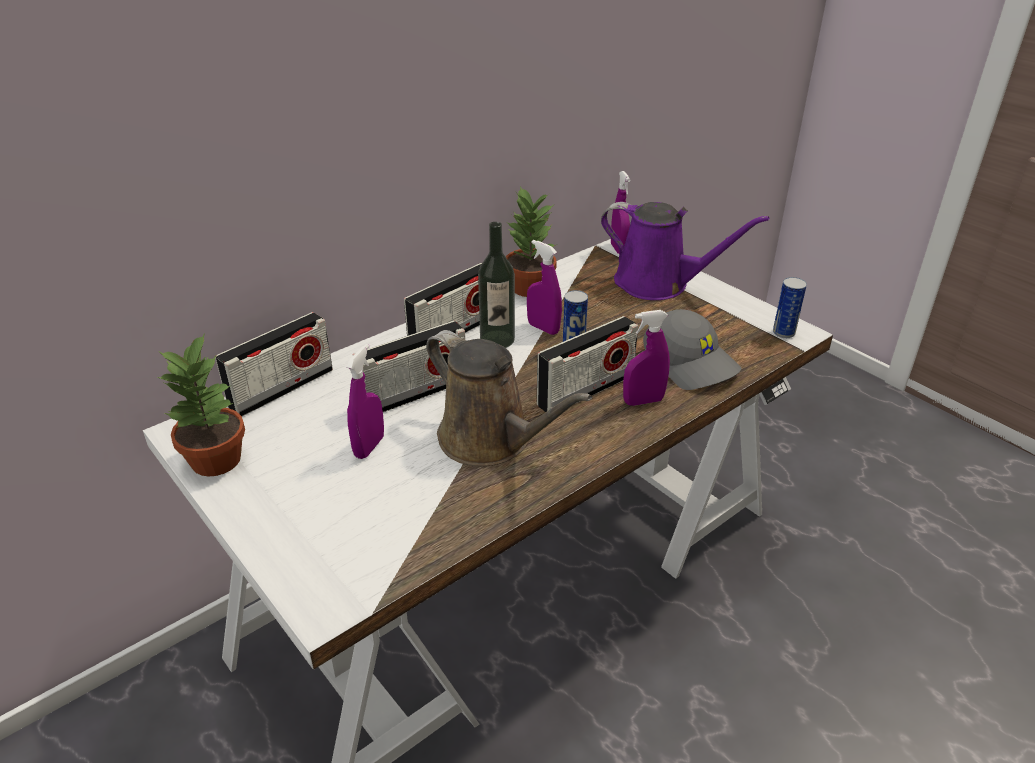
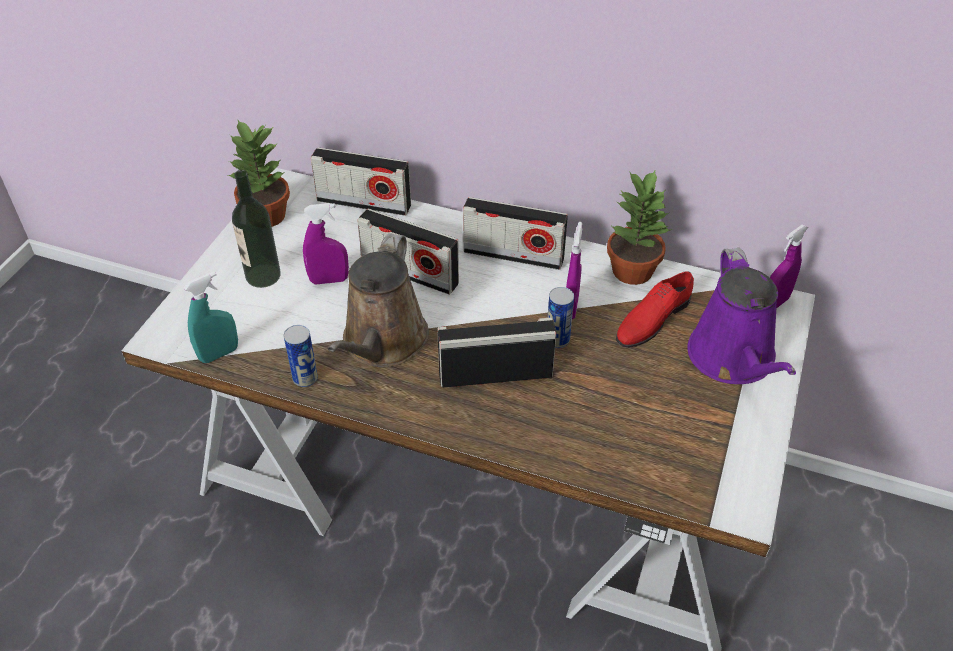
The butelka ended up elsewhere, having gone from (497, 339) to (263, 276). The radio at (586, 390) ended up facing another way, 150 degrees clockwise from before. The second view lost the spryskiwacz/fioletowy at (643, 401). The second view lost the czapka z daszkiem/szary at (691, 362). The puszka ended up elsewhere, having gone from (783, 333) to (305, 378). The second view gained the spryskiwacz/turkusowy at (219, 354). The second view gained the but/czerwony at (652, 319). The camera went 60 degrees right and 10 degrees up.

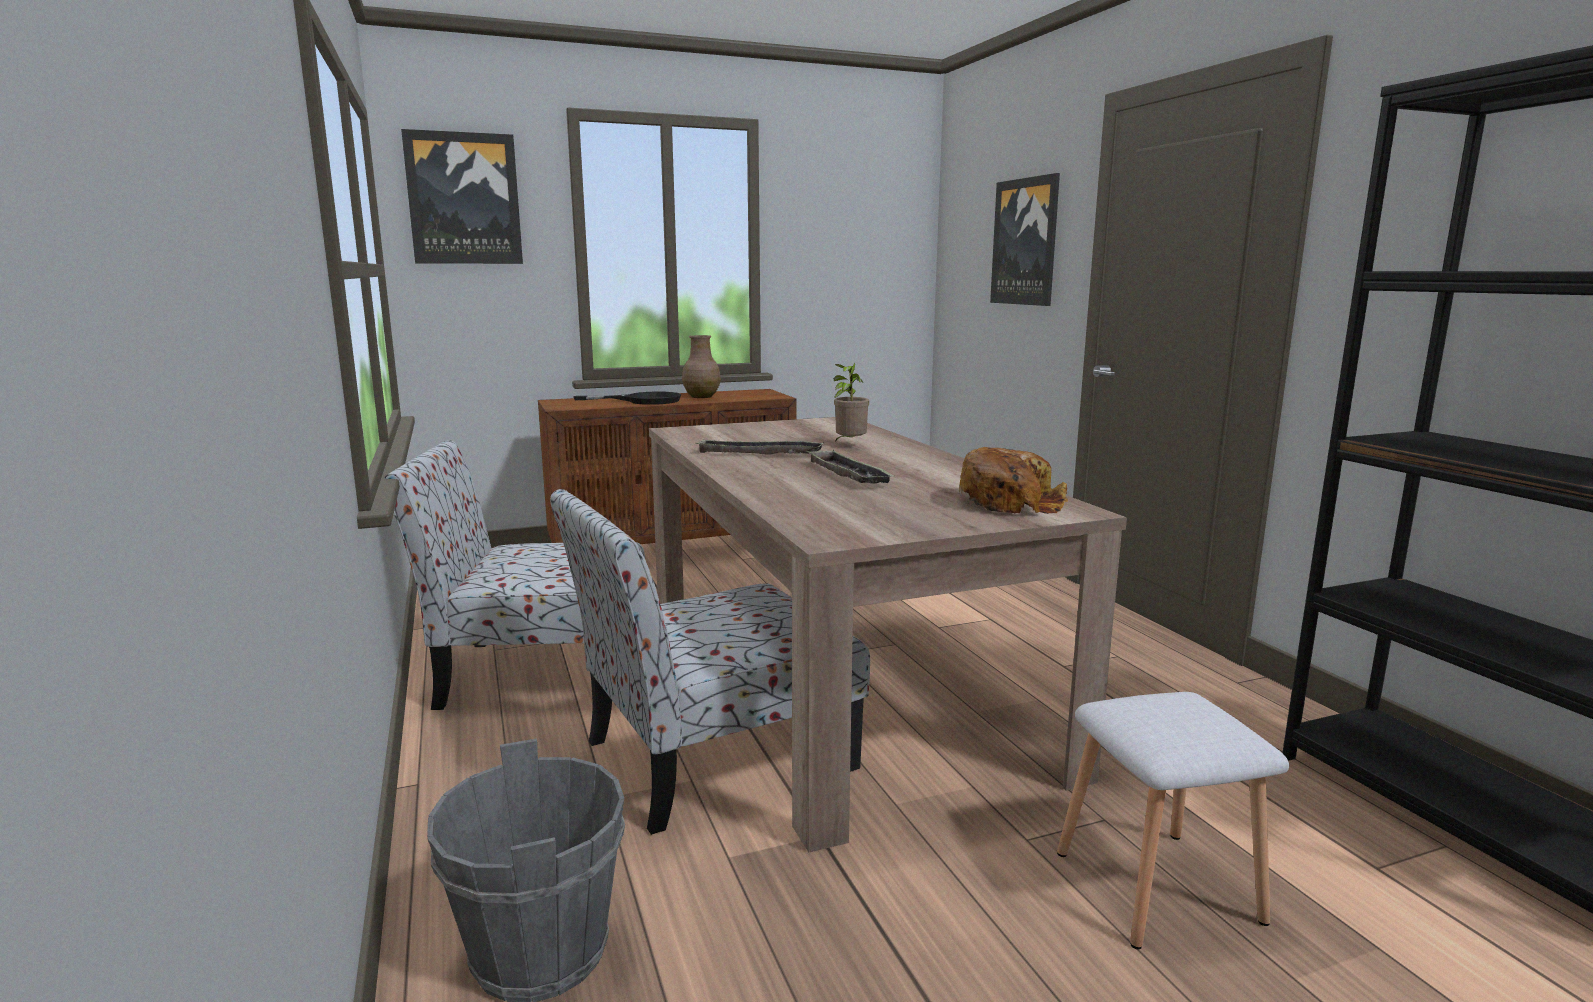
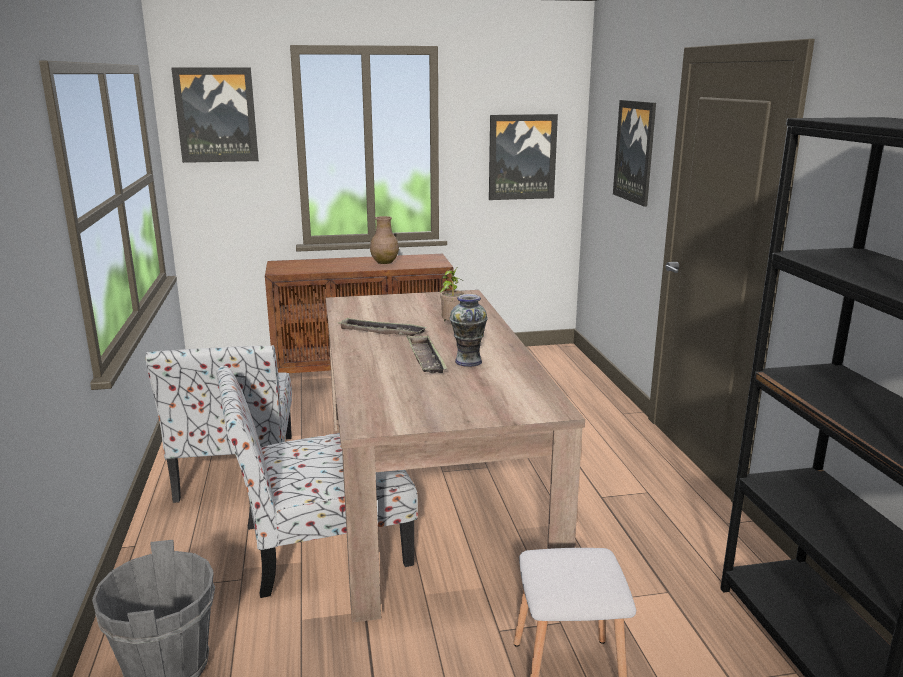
The krzesło at (539, 672) ended up facing another way, 105 degrees counterclockwise from before. The second view lost the patelnia/czarny at (643, 401). The second view lost the chleb at (1010, 502). The second view gained the wazon at (469, 361). The second view gained the obraz at (522, 157). The camera went 10 degrees right and 5 degrees up.

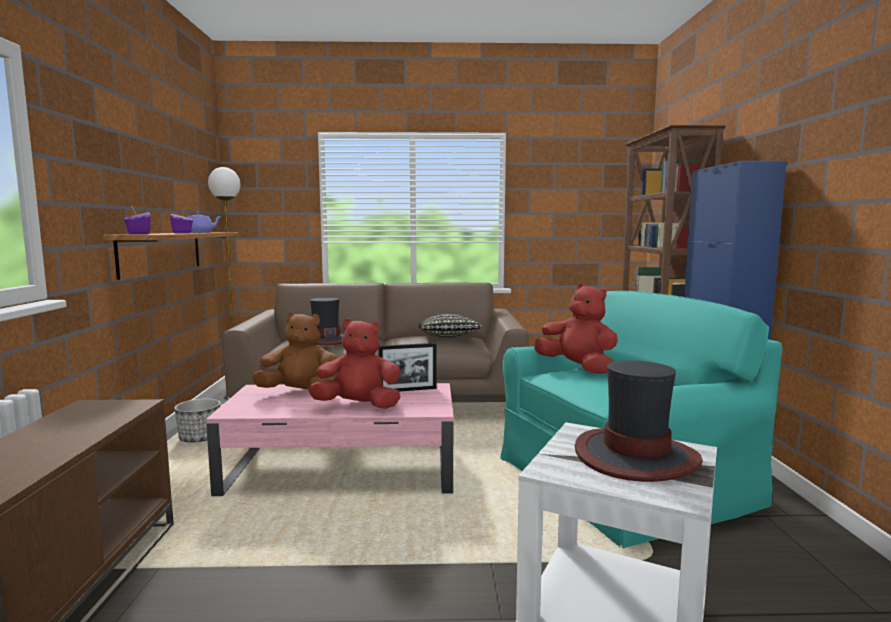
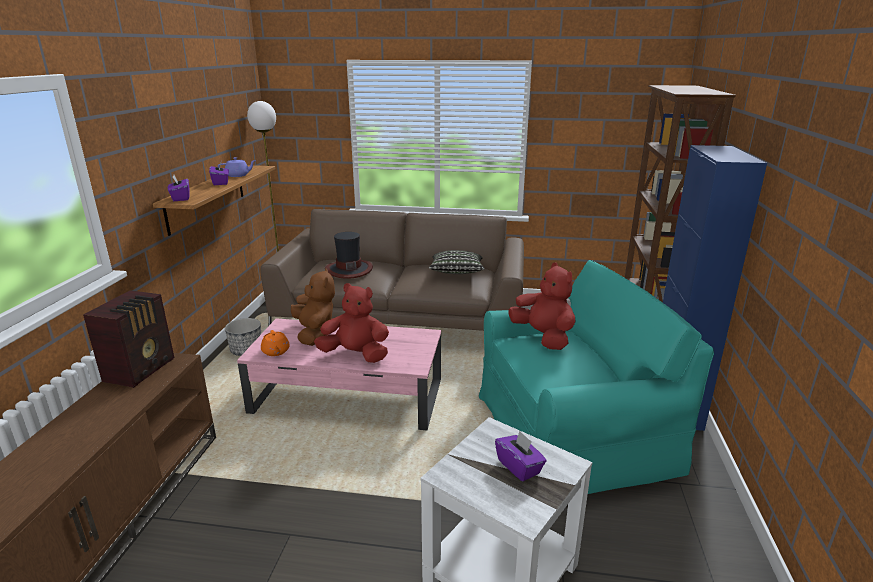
The pluszak/brązowy at (300, 393) ended up facing another way, 60 degrees clockwise from before. The second view lost the ramka na zdjęcie at (408, 390). Where the kapelusz stood at (635, 456), the pudełko chusteczek/fioletowy came to stand at (519, 467). The second view gained the radio at (142, 369). The second view gained the imbryk/pomarańczowy at (276, 352). The camera went 10 degrees right and 15 degrees up.

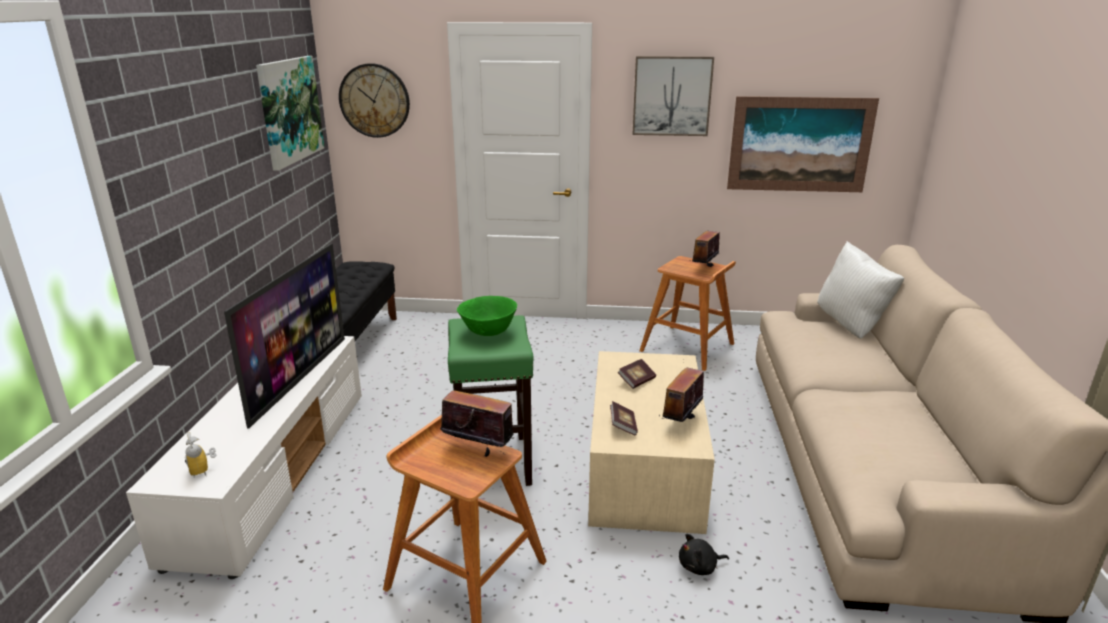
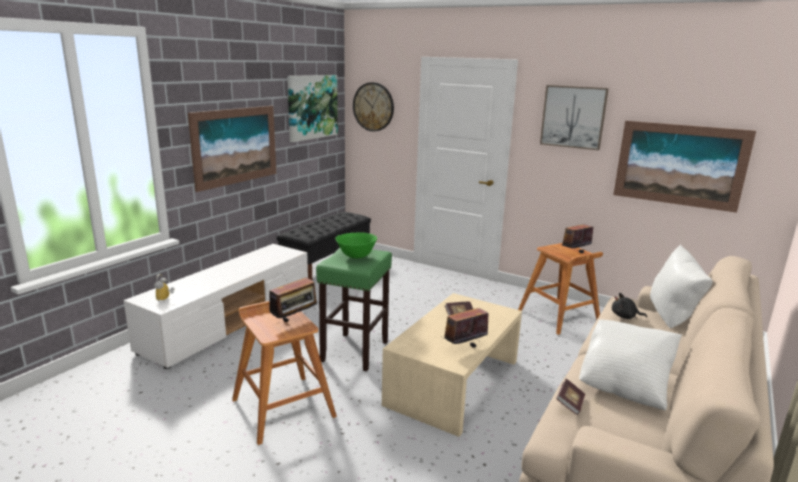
The second view lost the telewizor at (298, 378). The radio at (478, 449) ended up facing another way, 90 degrees clockwise from before. The książka ended up elsewhere, having gone from (623, 426) to (570, 403). The pluszak/czarny ended up elsewhere, having gone from (699, 567) to (625, 316). The second view gained the obraz at (235, 146). The second view gained the poduszka/biały at (624, 385). The camera went 25 degrees right and 5 degrees down.

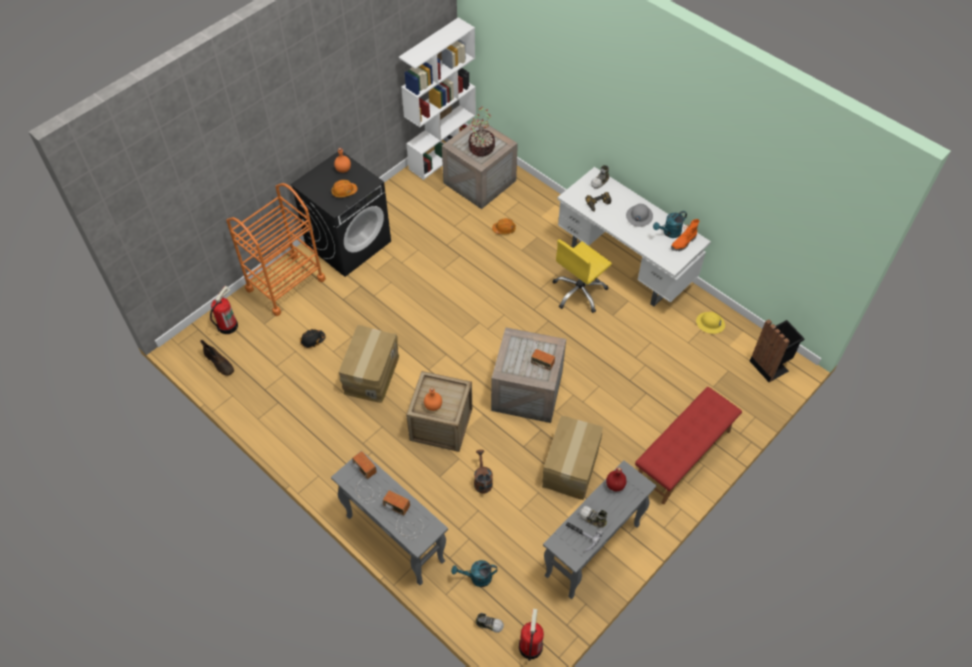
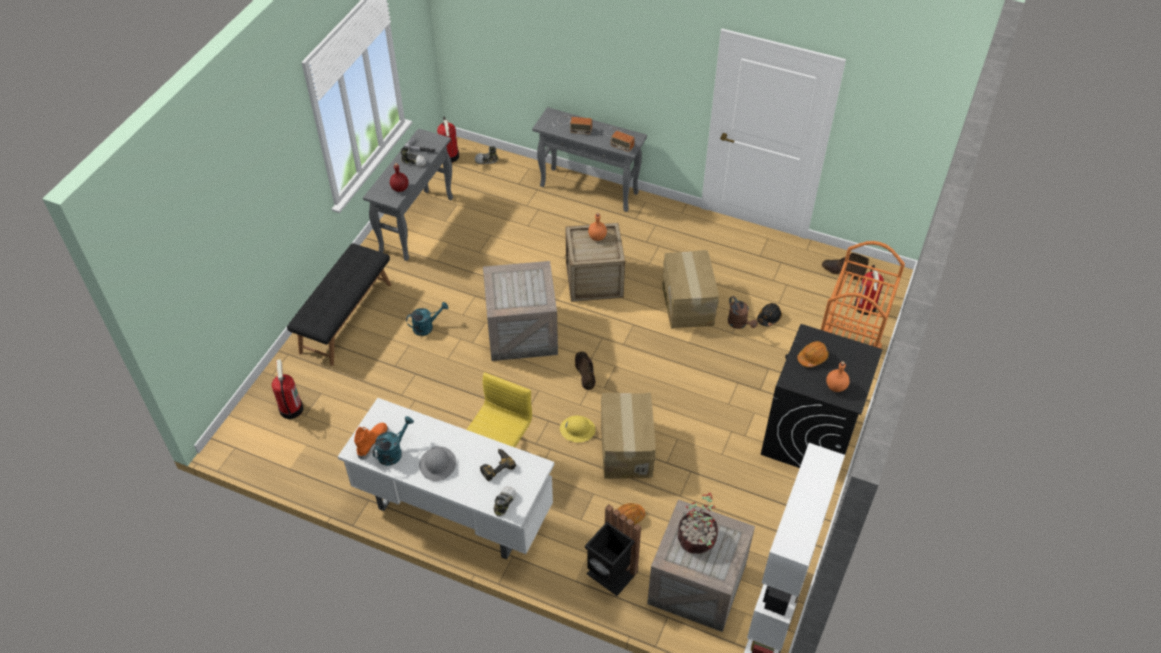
The konewka/turkusowy ended up elsewhere, having gone from (477, 578) to (426, 327). The konewka/brązowy ended up elsewhere, having gone from (482, 480) to (739, 324). The second view lost the radio at (535, 353). The karton ended up elsewhere, having gone from (571, 467) to (625, 448). What was the ławka/czerwony at (683, 456) turned into the ławka/czarny at (345, 317). The kask/żółty ended up elsewhere, having gone from (710, 323) to (577, 429). The kosz na śmieci/czarny ended up elsewhere, having gone from (770, 365) to (610, 574). The second view gained the gaśnica at (291, 409). The second view gained the but z cholewką/brązowy at (584, 372). The camera went 160 degrees right and 5 degrees down.

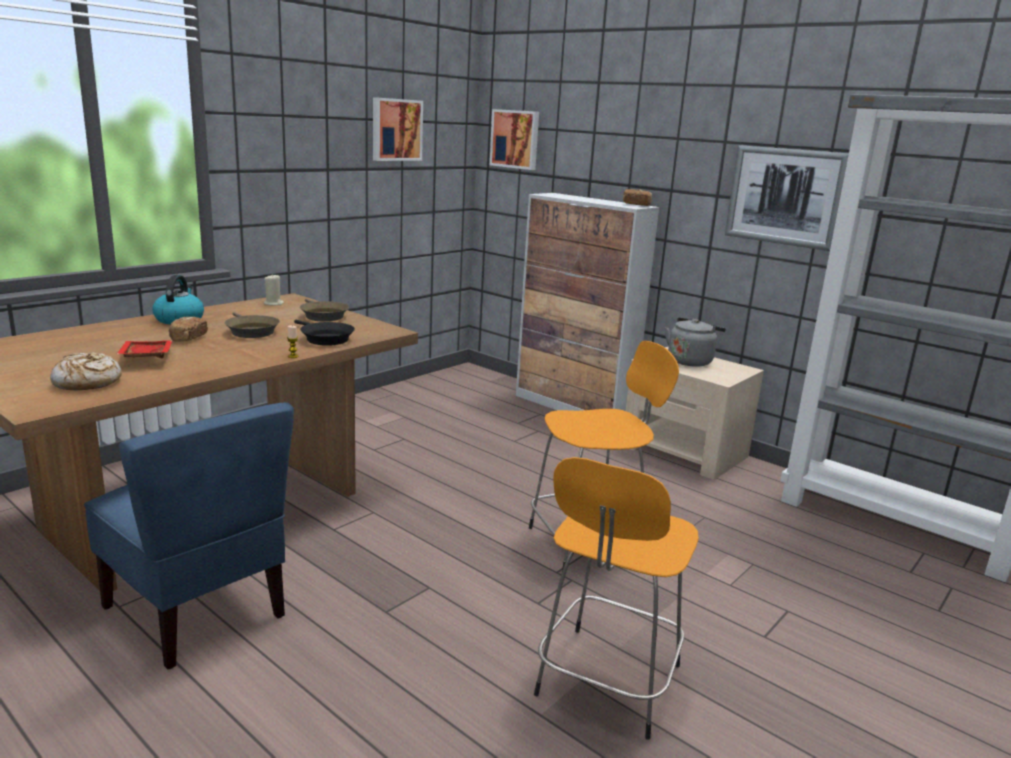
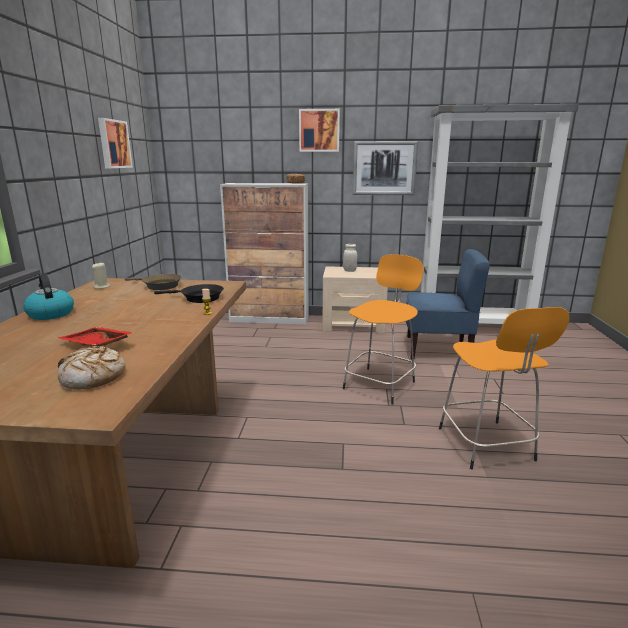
The krzesło/niebieski ended up elsewhere, having gone from (198, 611) to (437, 349). The second view lost the chleb at (187, 338). The second view lost the patelnia/brązowy at (250, 331). The obraz ended up elsewhere, having gone from (515, 139) to (319, 130). Where the czajnik/szary stood at (691, 361), the słoik/biały came to stand at (349, 271). The camera went 35 degrees left and 0 degrees up.

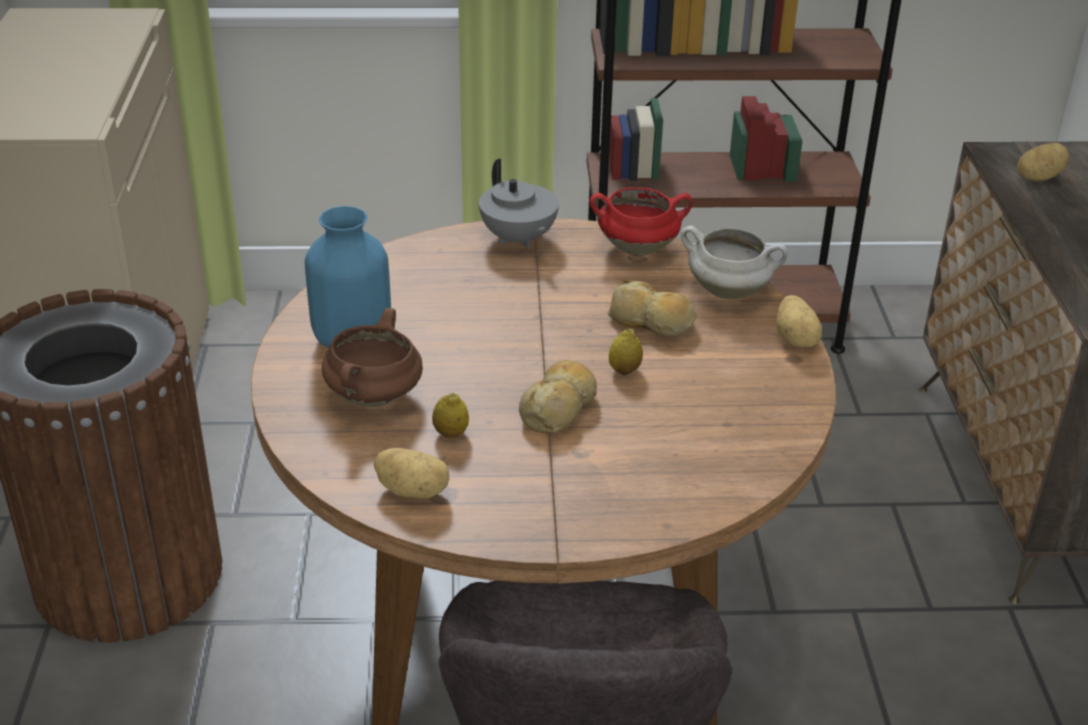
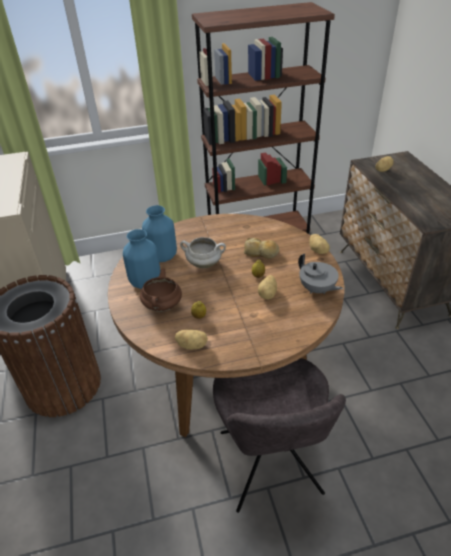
The imbryk/szary ended up elsewhere, having gone from (518, 239) to (317, 289). The second view lost the chleb at (559, 407). The second view lost the garnek/czerwony at (638, 248). The garnek/biały ended up elsewhere, having gone from (729, 291) to (204, 264). The second view gained the wazon/niebieski at (162, 256). The second view gained the ziemniak at (268, 294). The camera went 10 degrees left and 5 degrees up.

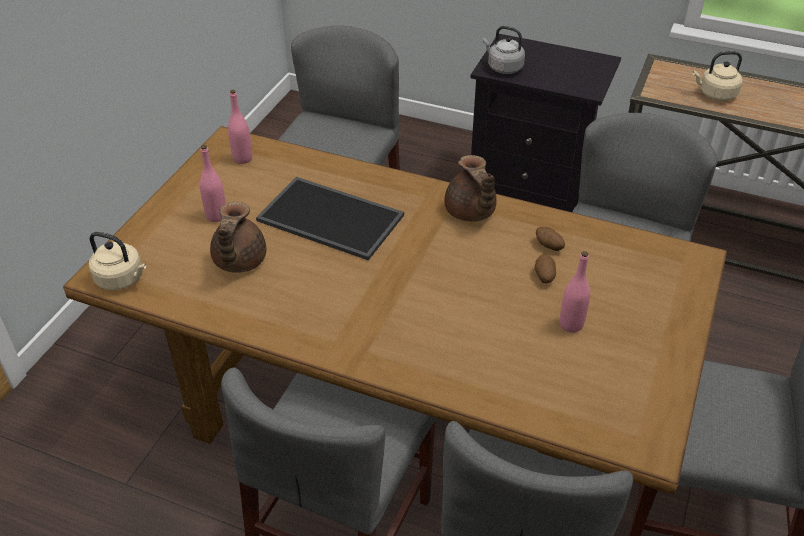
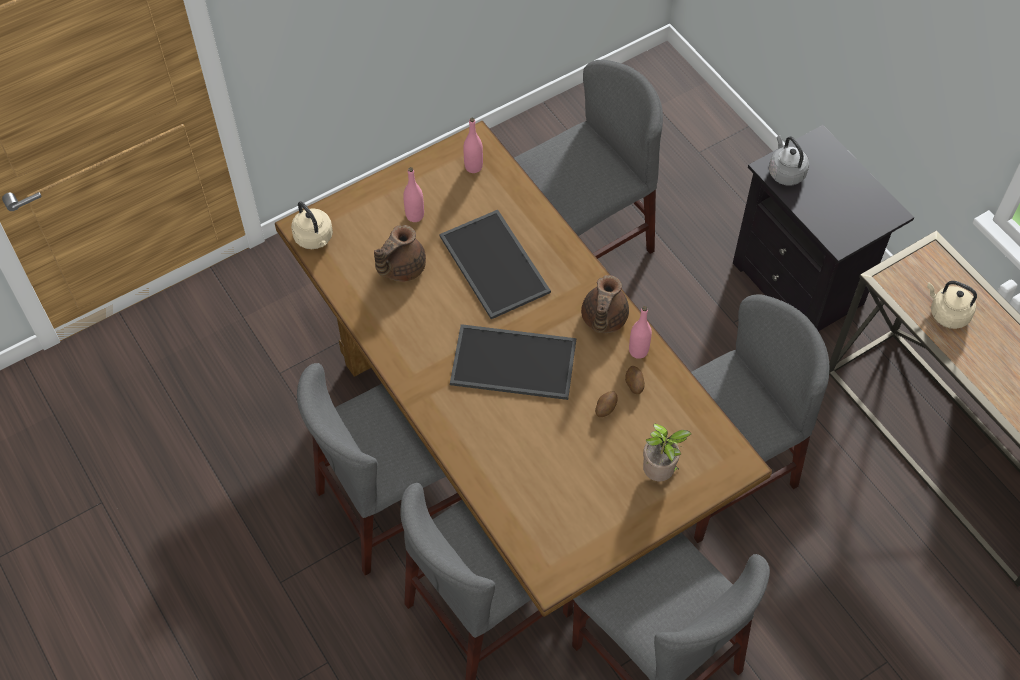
The butelka/różowy ended up elsewhere, having gone from (571, 324) to (638, 351). The second view gained the taca at (512, 364). The second view gained the roślina doniczkowa at (660, 473). The camera went 35 degrees right and 15 degrees up.

